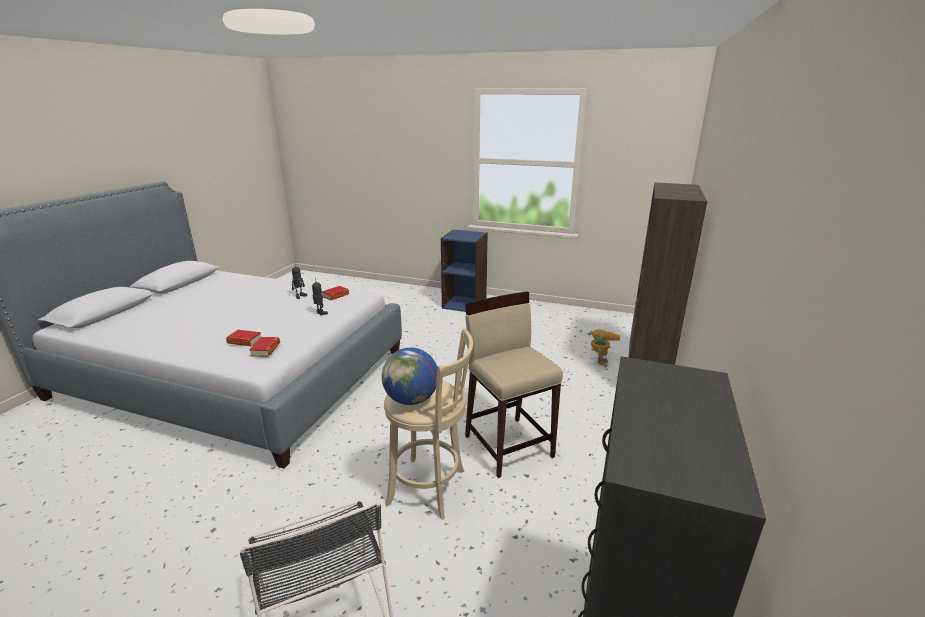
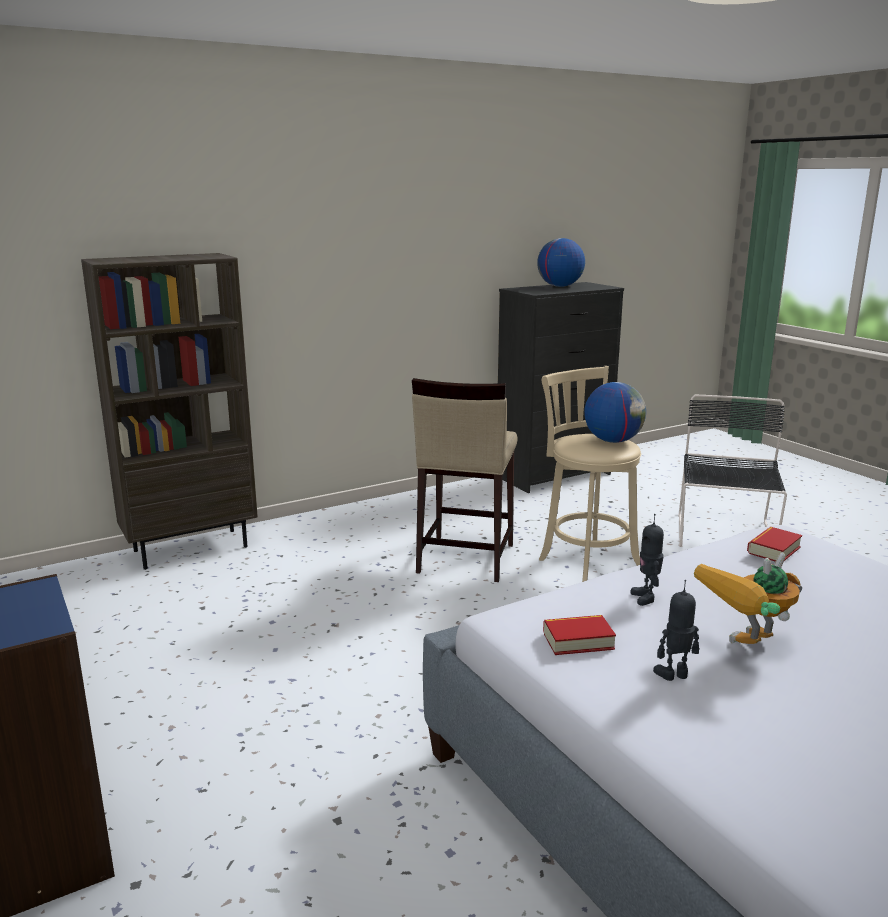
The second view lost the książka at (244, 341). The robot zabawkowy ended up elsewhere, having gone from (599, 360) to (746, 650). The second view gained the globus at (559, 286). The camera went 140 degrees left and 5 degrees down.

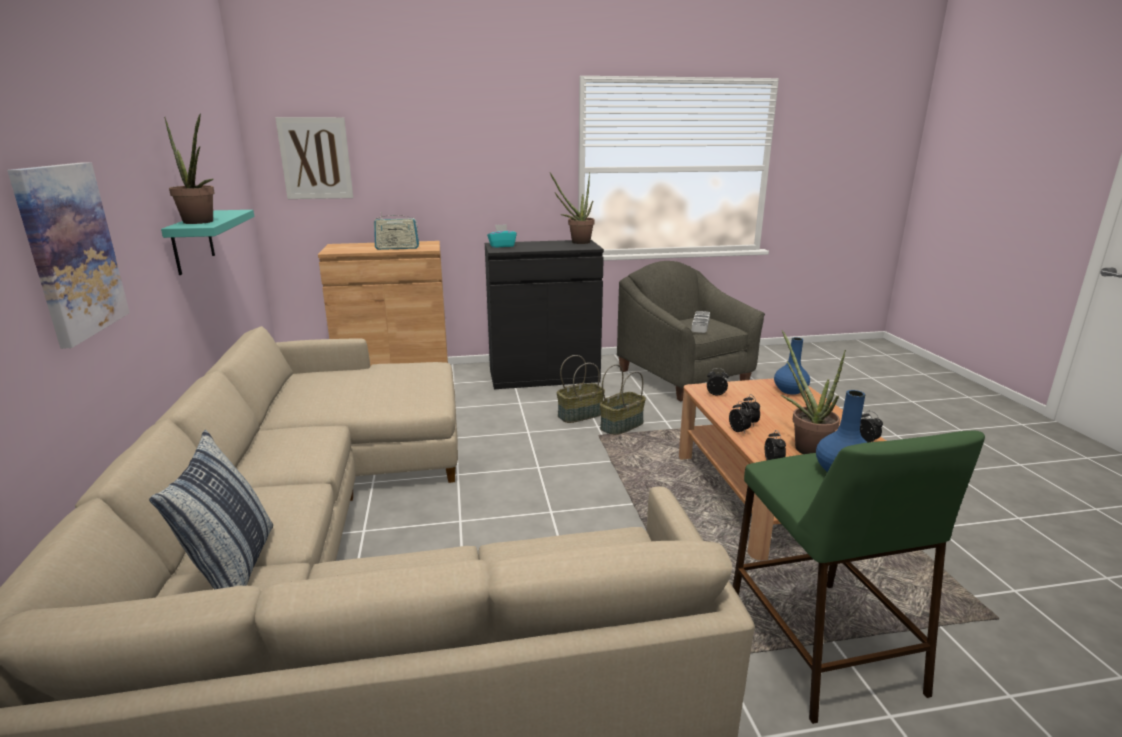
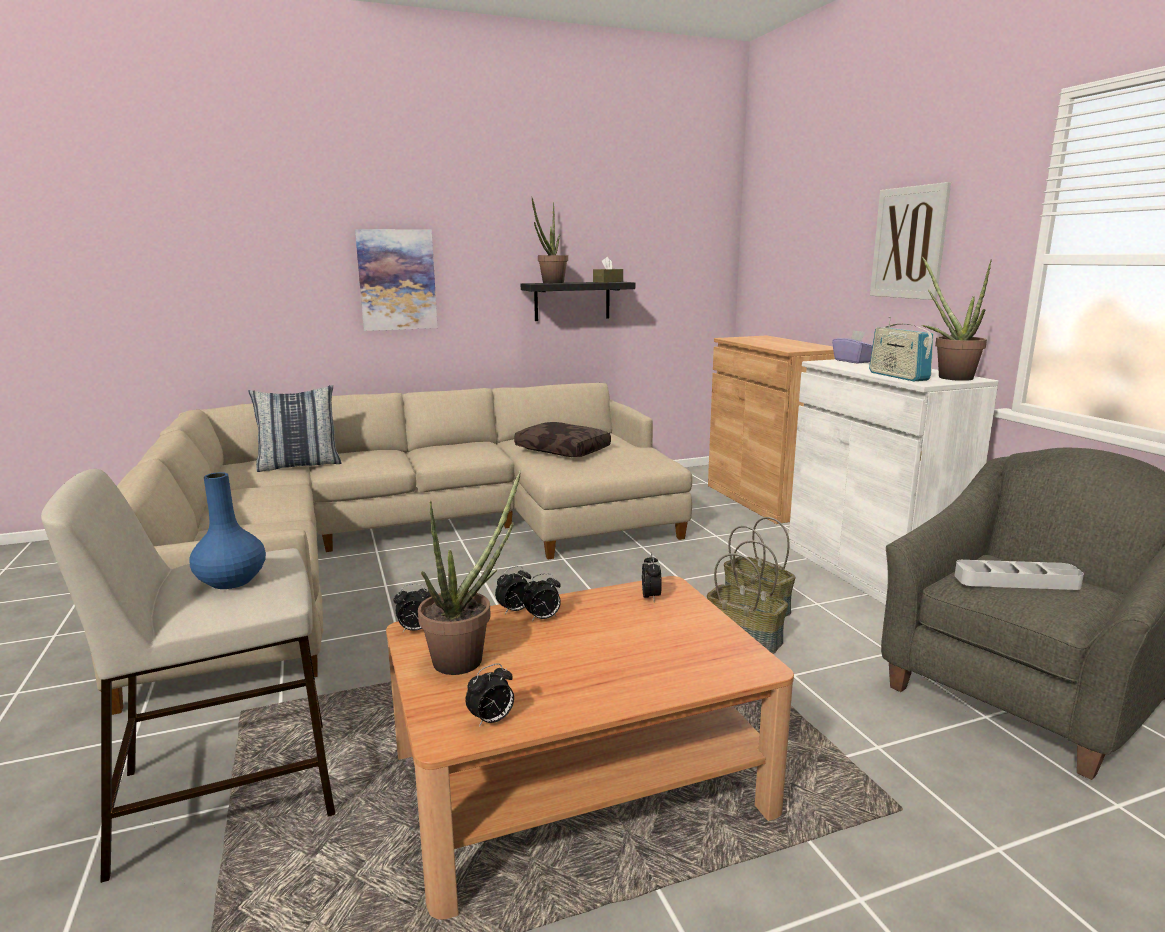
What was the półka/turkusowy at (192, 241) turned into the półka/czarny at (572, 301). The obraz ended up elsewhere, having gone from (315, 158) to (909, 243). The radio ended up elsewhere, having gone from (397, 248) to (898, 376). What was the szafka/czarny at (543, 376) turned into the szafka/biały at (869, 570). What was the pudełko chusteczek/turkusowy at (502, 246) turned into the pudełko chusteczek/fioletowy at (853, 361). What was the stołek/zielony at (819, 643) turned into the stołek/beżowy at (231, 791). The second view lost the wazon/niebieski at (790, 391). The second view gained the poduszka/brązowy at (564, 450). The second view gained the pudełko chusteczek/brązowy at (608, 282). The camera went 80 degrees right and 5 degrees down.

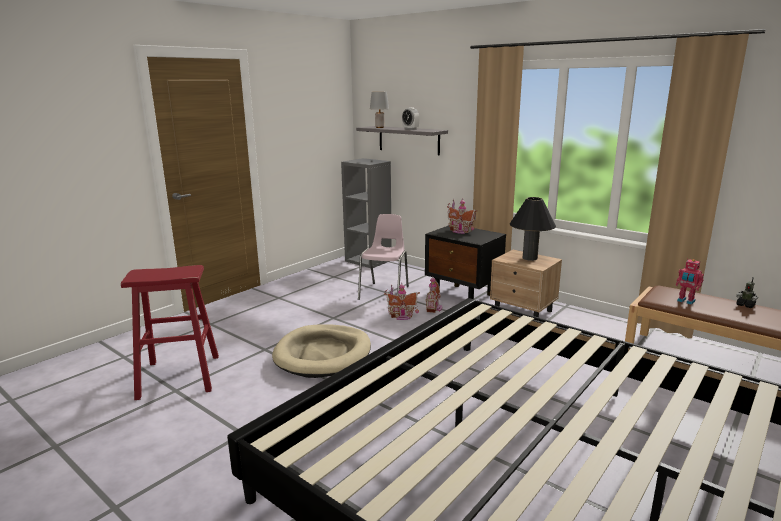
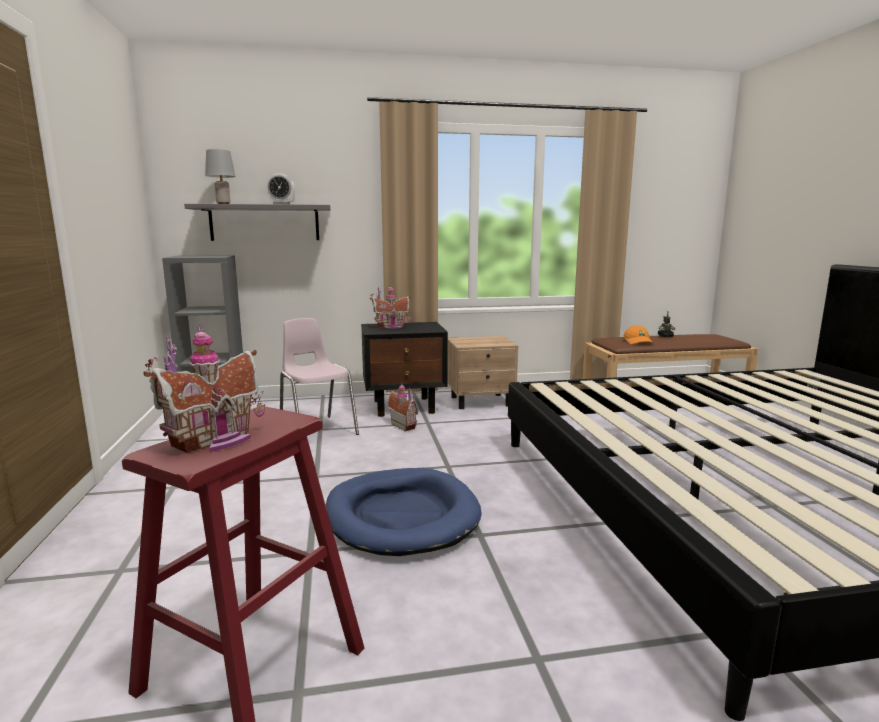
What was the legowisko/beżowy at (323, 354) turned into the legowisko/niebieski at (401, 516). The domek ended up elsewhere, having gone from (402, 316) to (216, 440). The second view lost the lampa stołowa/czarny at (530, 258). Where the robot zabawkowy stood at (685, 301), the czapka z daszkiem/pomarańczowy came to stand at (638, 342). The camera went 50 degrees left and 5 degrees down.

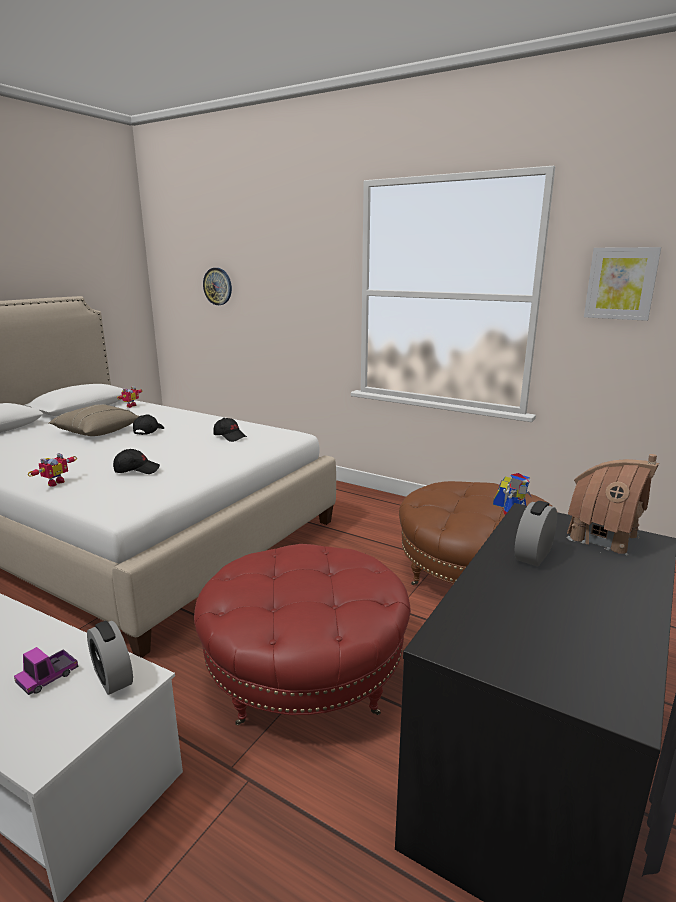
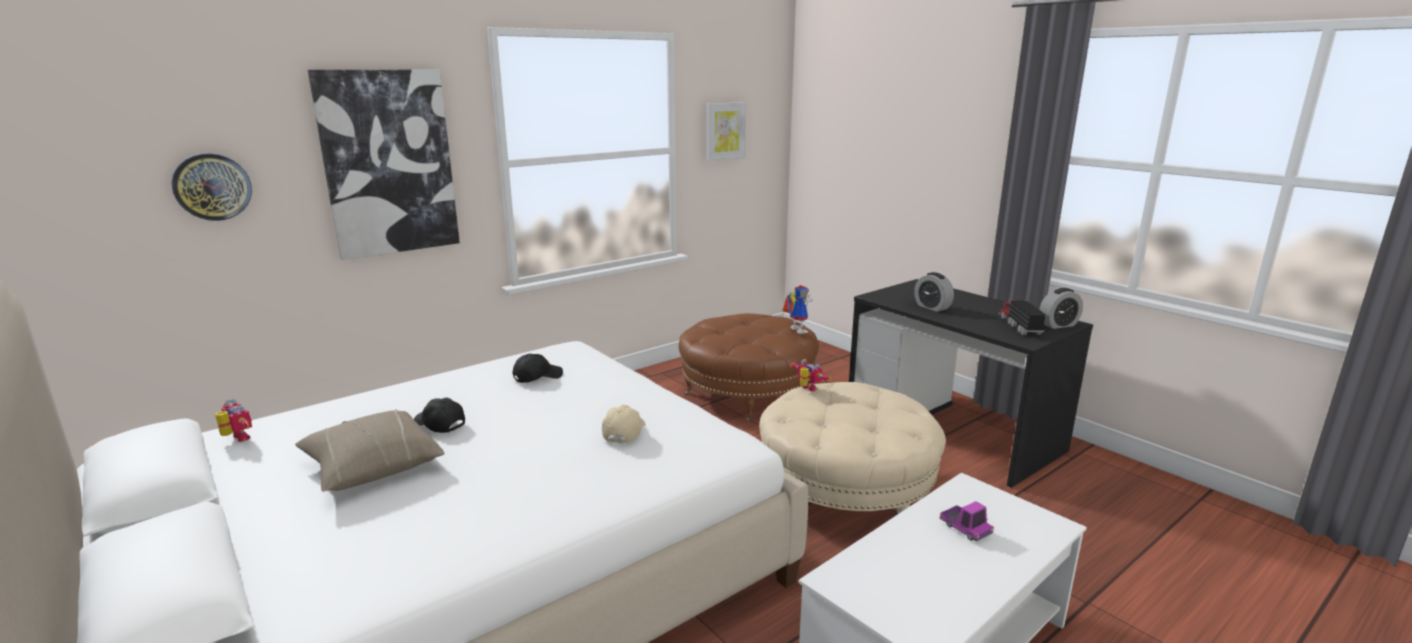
The robot zabawkowy ended up elsewhere, having gone from (54, 483) to (807, 389). The budzik ended up elsewhere, having gone from (113, 677) to (1058, 325). What was the czapka z daszkiem/czarny at (137, 470) turned into the czapka z daszkiem/beżowy at (623, 432). What was the pufa/czerwony at (305, 671) turned into the pufa/beżowy at (845, 491). The second view lost the domek at (604, 537). The second view gained the obraz at (388, 163). The second view gained the ciężarówka zabawkowa at (1019, 325). The camera went 70 degrees left and 0 degrees up.

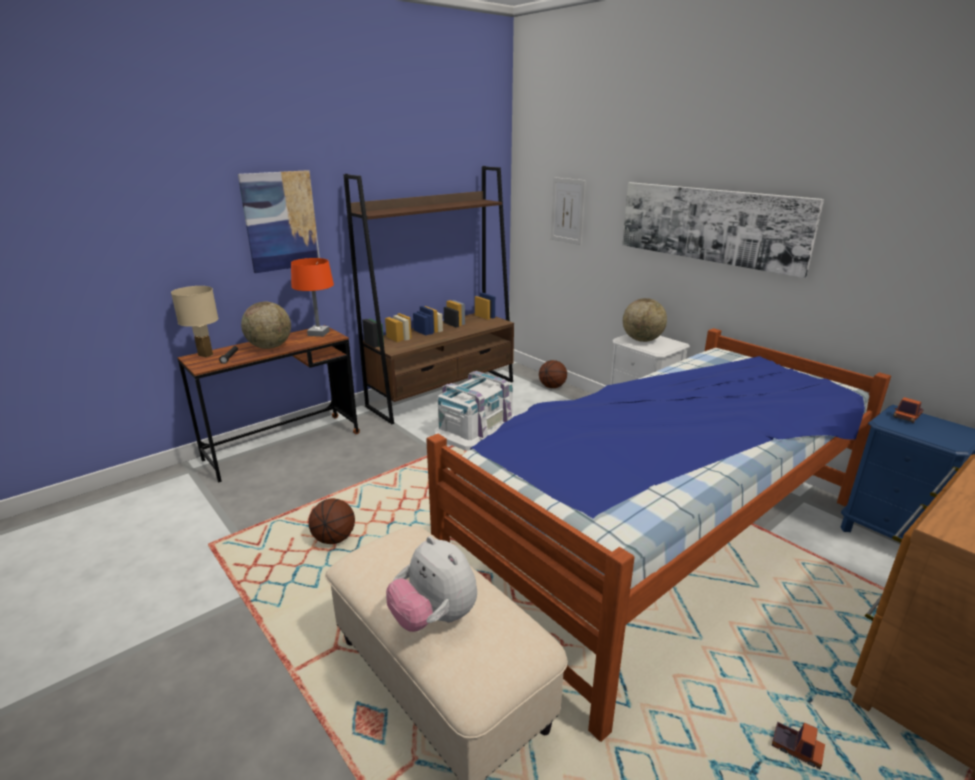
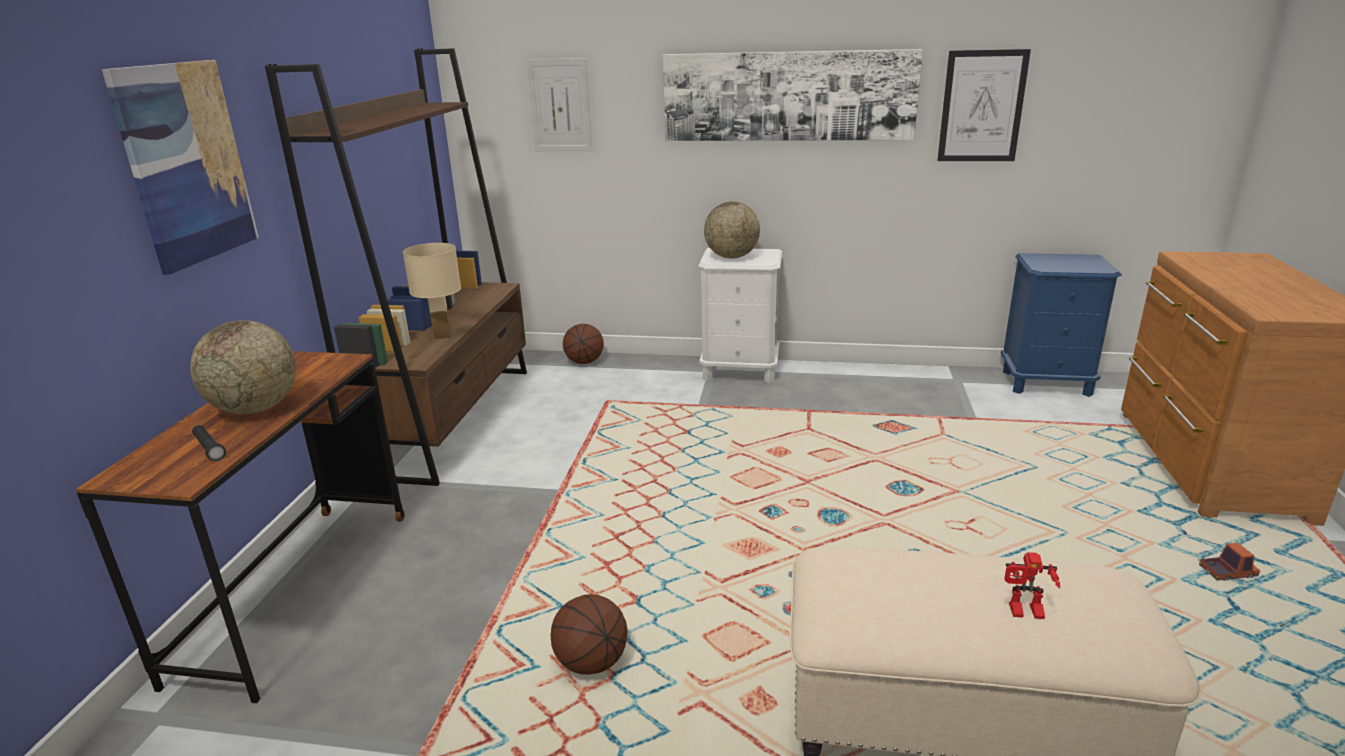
The lampa stołowa/beżowy ended up elsewhere, having gone from (206, 355) to (443, 336). The second view lost the lampa stołowa/pomarańczowy at (318, 333). Where the pluszak stood at (434, 618), the robot zabawkowy came to stand at (1024, 613). The second view lost the łóżko at (660, 539). The second view lost the pojemnik do przechowywania/biały at (475, 429). The second view lost the ciężarówka zabawkowa at (906, 417). The second view gained the obraz at (982, 106). The camera went 40 degrees left and 0 degrees up.

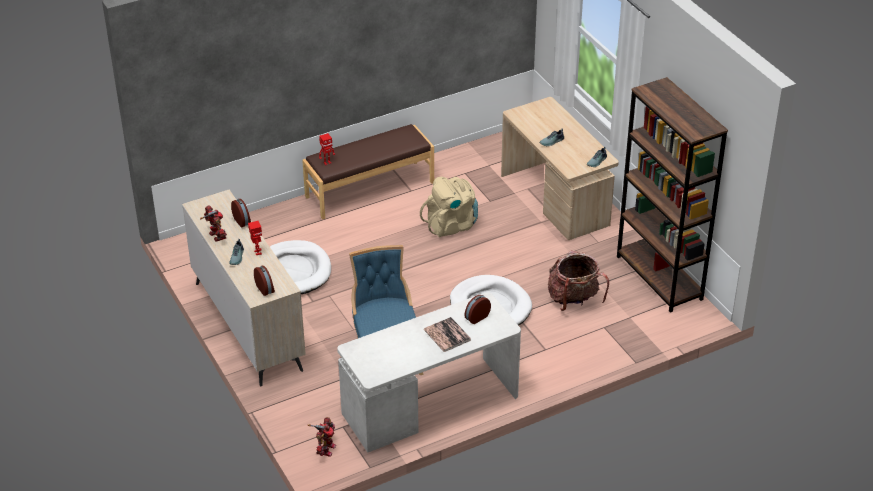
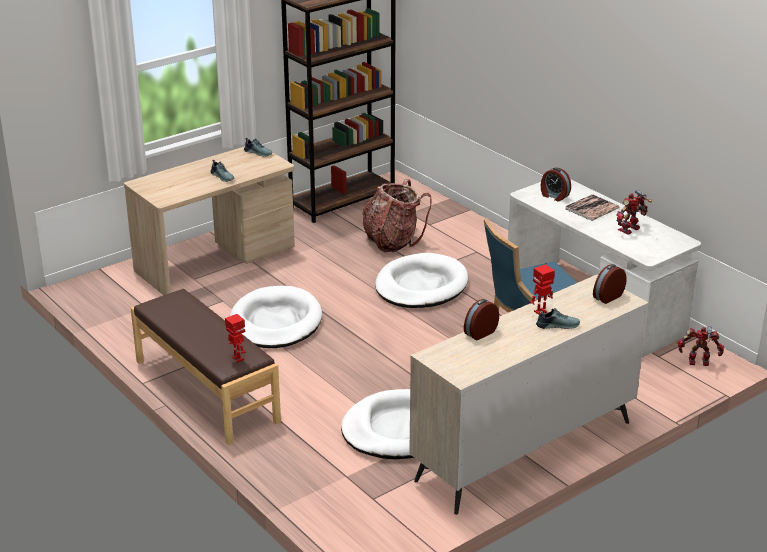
The robot zabawkowy ended up elsewhere, having gone from (216, 236) to (630, 230). Where the plecak/beżowy stood at (451, 225), the legowisko/biały came to stand at (275, 322). The camera went 100 degrees left and 10 degrees down.

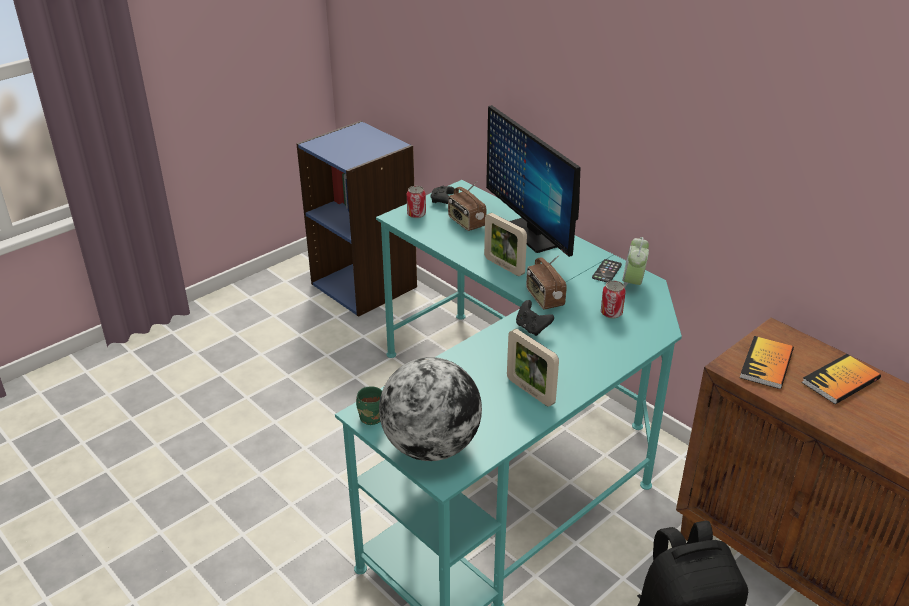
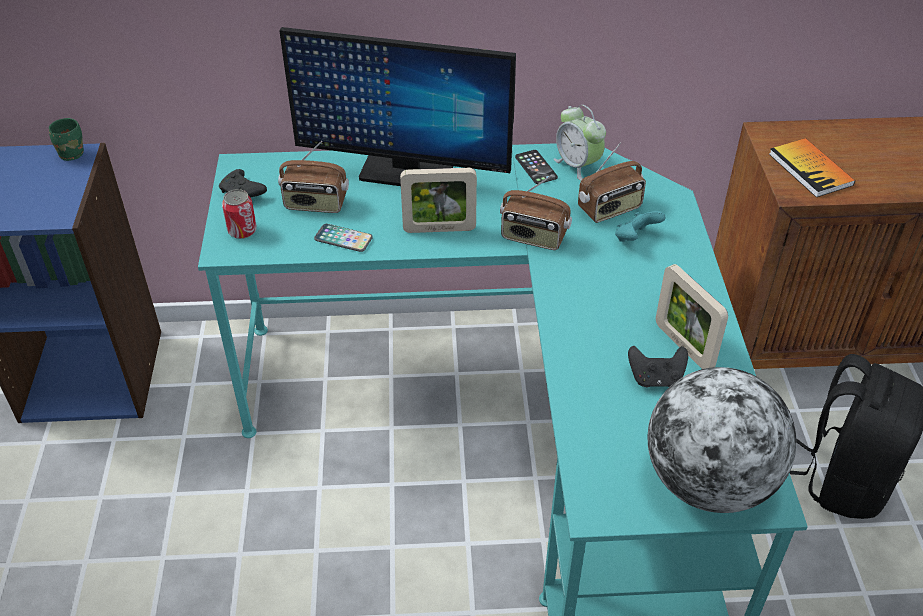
The kubek/zielony ended up elsewhere, having gone from (372, 417) to (71, 153). The ramka na zdjęcie at (530, 391) ended up facing another way, 60 degrees clockwise from before. The pad do gier/czarny ended up elsewhere, having gone from (532, 328) to (655, 379). Where the puszka stood at (611, 313), the radio came to stand at (610, 209). The second view lost the książka at (840, 381). The second view gained the telefon at (343, 239). The second view gained the pad do gier/turkusowy at (635, 238). The camera went 50 degrees left and 10 degrees up.

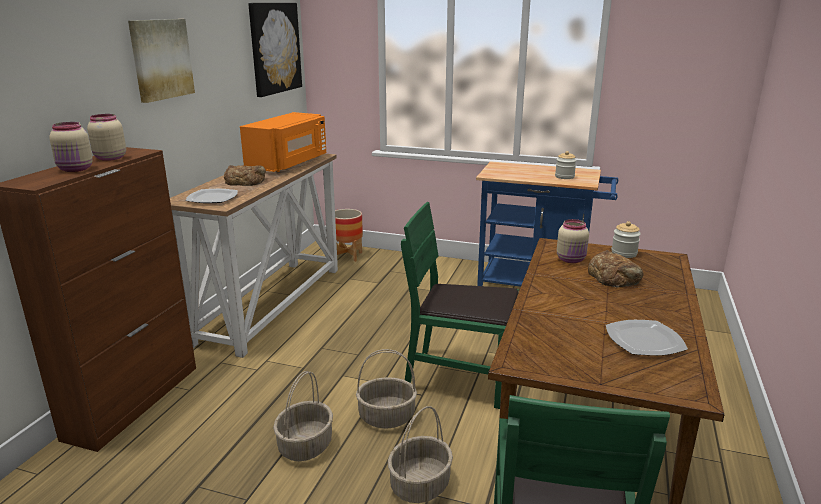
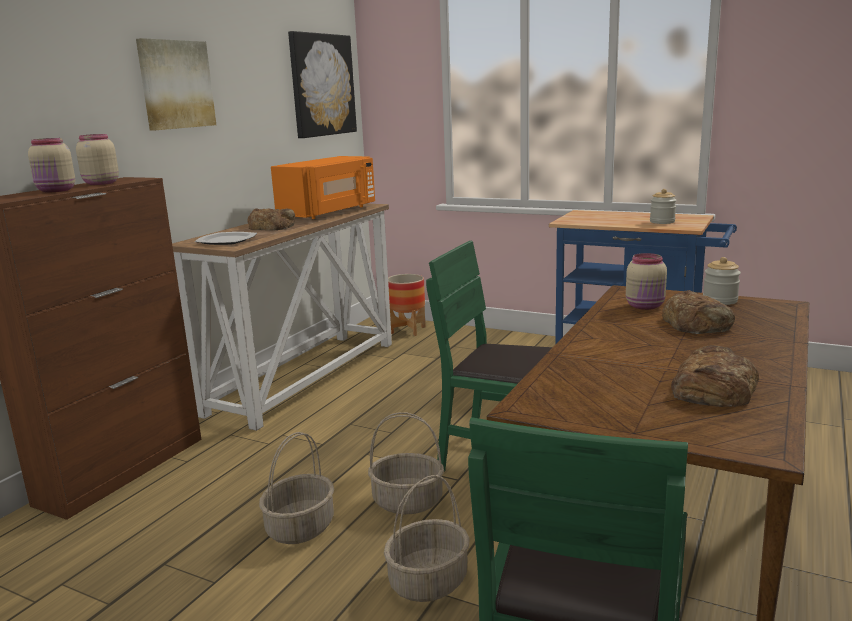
Where the talerz stood at (643, 340), the chleb came to stand at (713, 388). The camera went 10 degrees right and 5 degrees down.

